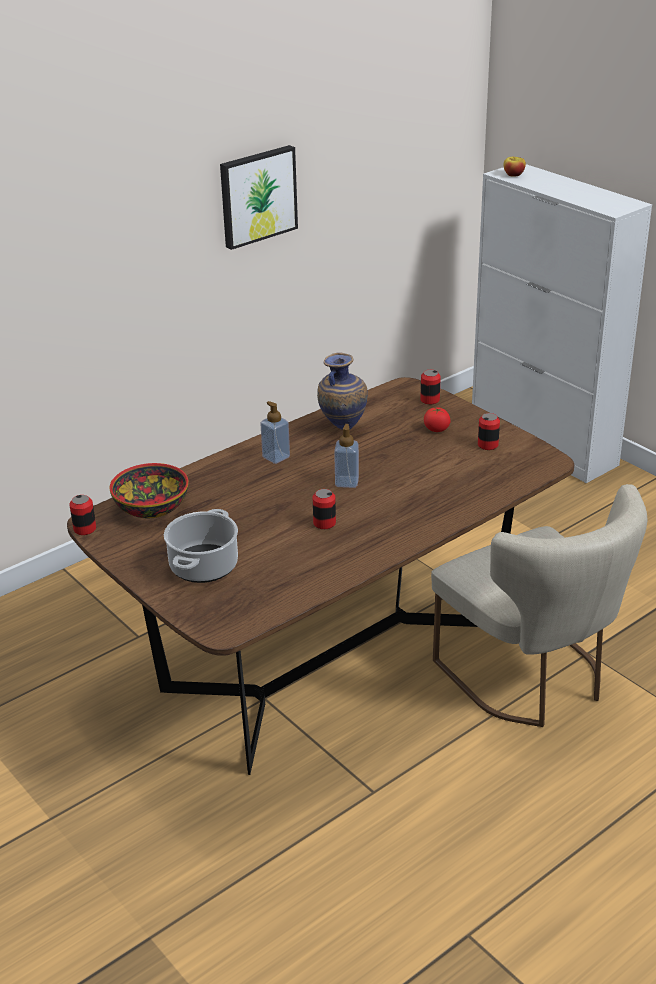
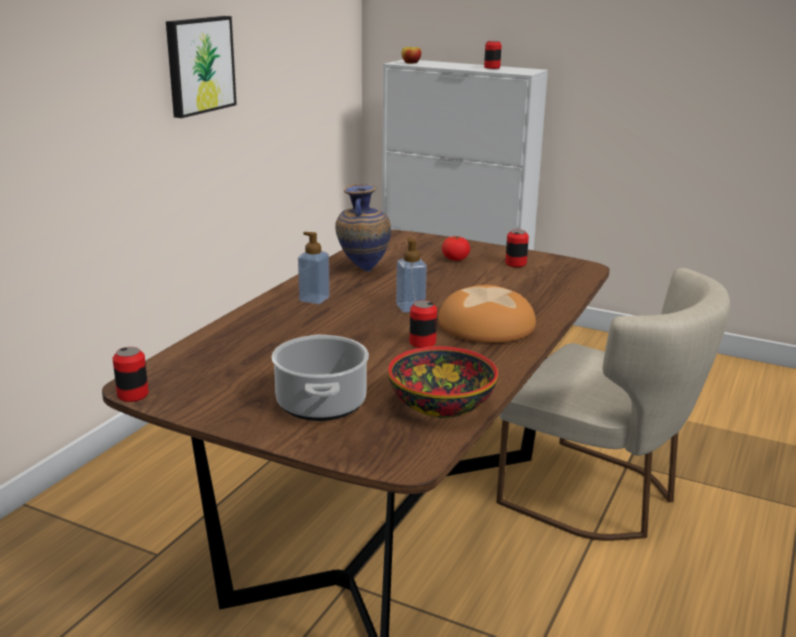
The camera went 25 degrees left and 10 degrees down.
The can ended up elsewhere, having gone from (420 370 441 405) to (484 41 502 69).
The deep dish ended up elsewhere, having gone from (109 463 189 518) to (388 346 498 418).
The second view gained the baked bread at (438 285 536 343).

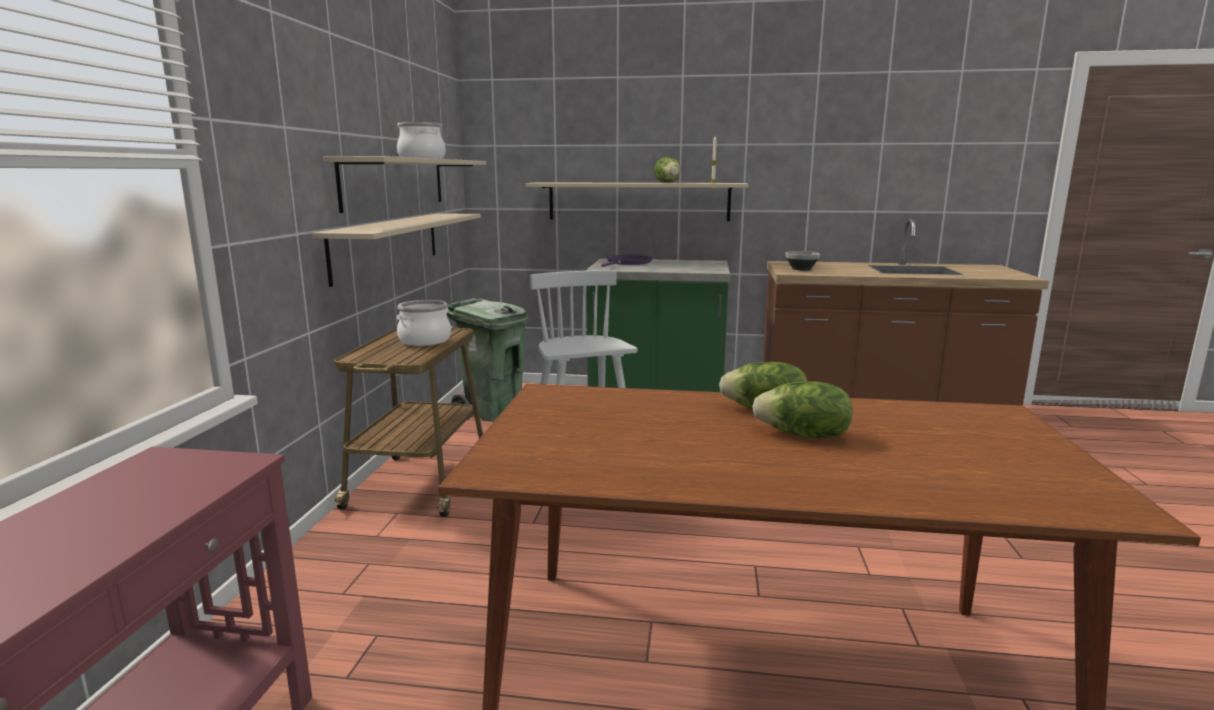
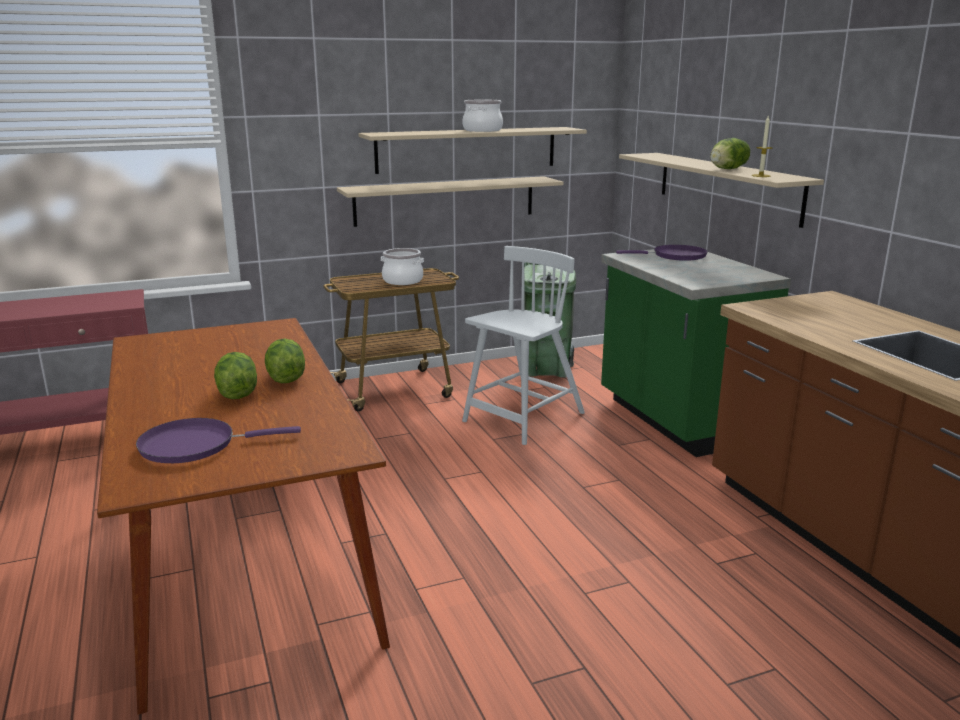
The camera went 60 degrees right and 5 degrees up.
The second view lost the deep dish at (786 251 820 270).
The second view gained the purple-coloured skillet at (136 418 301 463).

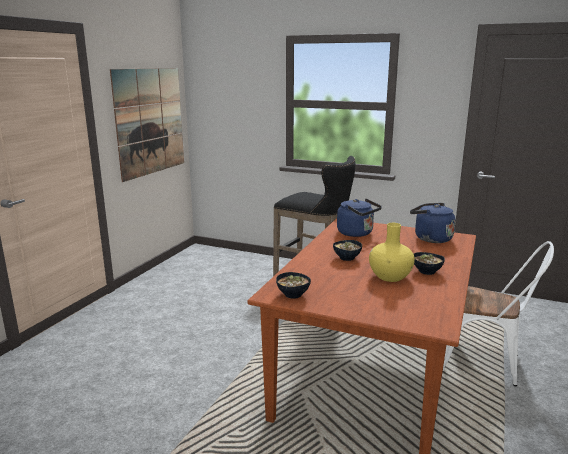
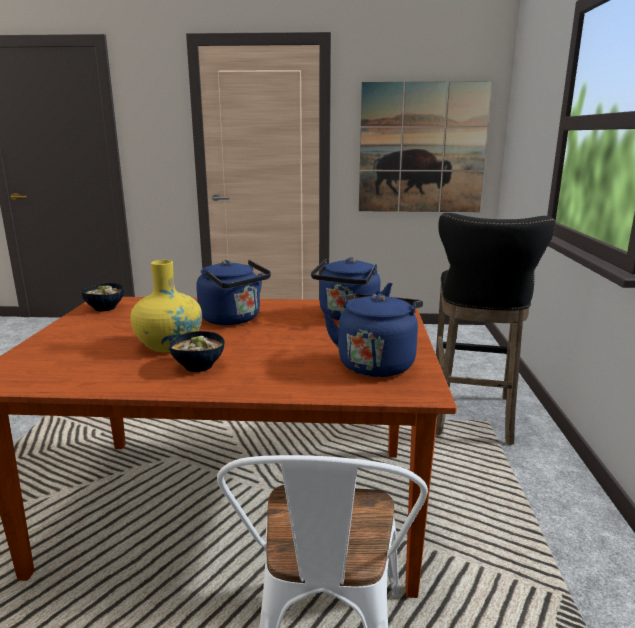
The camera went 70 degrees right and 0 degrees up.
Where the deep dish stood at (333 240 362 261), the blue tea kettle came to stand at (196 260 271 325).

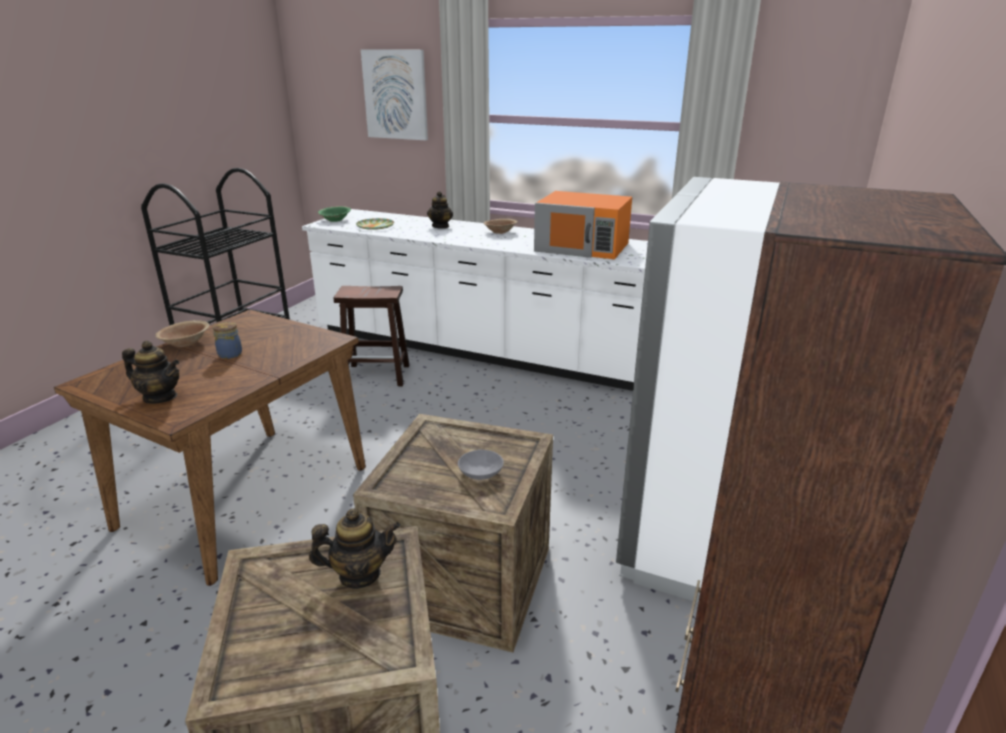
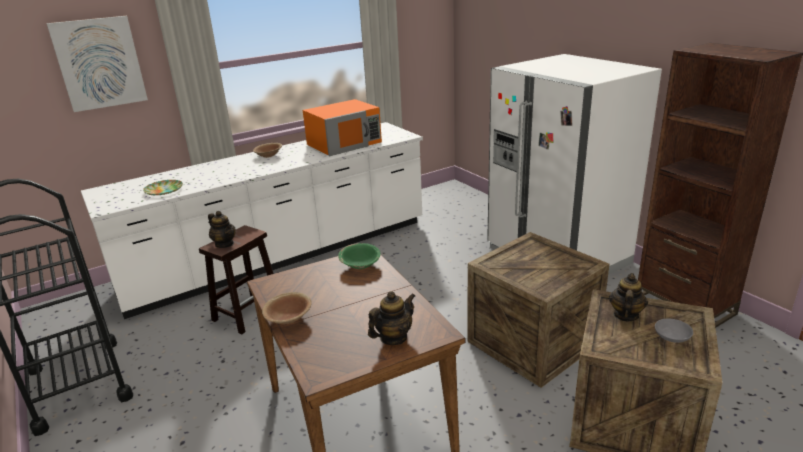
The camera went 55 degrees left and 0 degrees up.
The pot for tea ended up elsewhere, having gone from (427 191 453 229) to (208 211 235 248).
The green deep dish ended up elsewhere, having gone from (318 206 351 222) to (338 243 381 269).
The second view lost the preserve jar at (213 322 242 359).
The gray deep dish ended up elsewhere, having gone from (458 450 504 480) to (655 318 693 343).

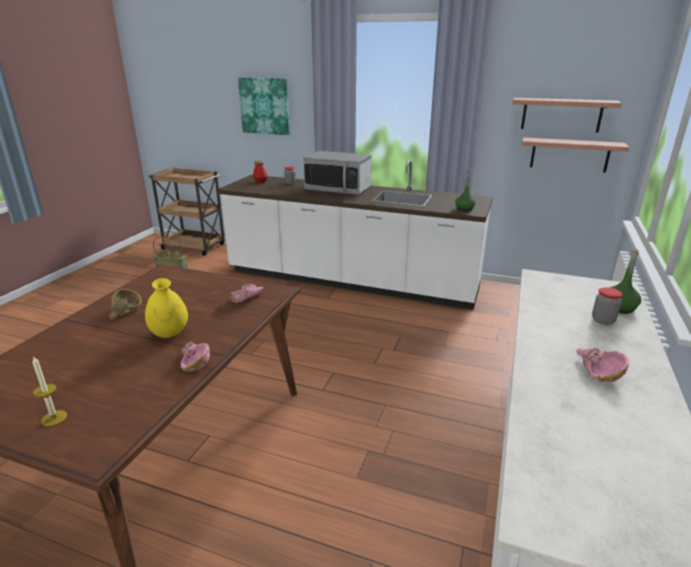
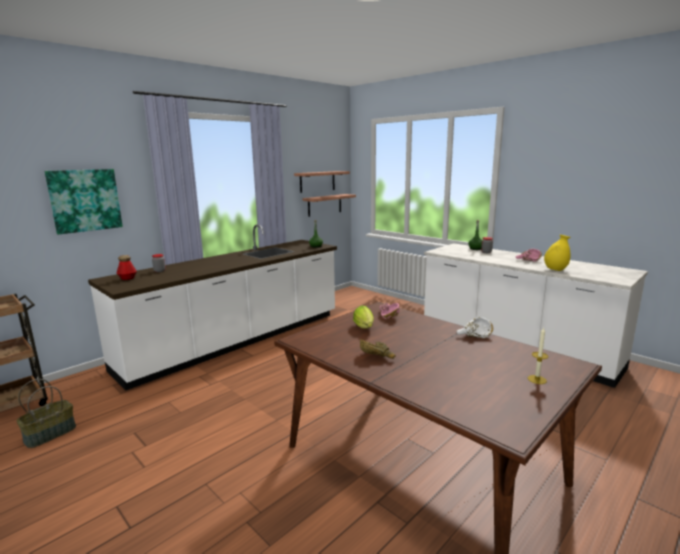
The camera went 65 degrees left and 10 degrees down.
The second view lost the kitchen microwave at (303 151 372 195).
The yellow-coloured flower vase ended up elsewhere, having gone from (145 278 188 338) to (544 235 570 271).
What was the pink-coloured deep dish at (181 342 210 372) turned into the whitish deep dish at (456 317 493 338).
The second view gained the lettuce head at (353 305 374 329).

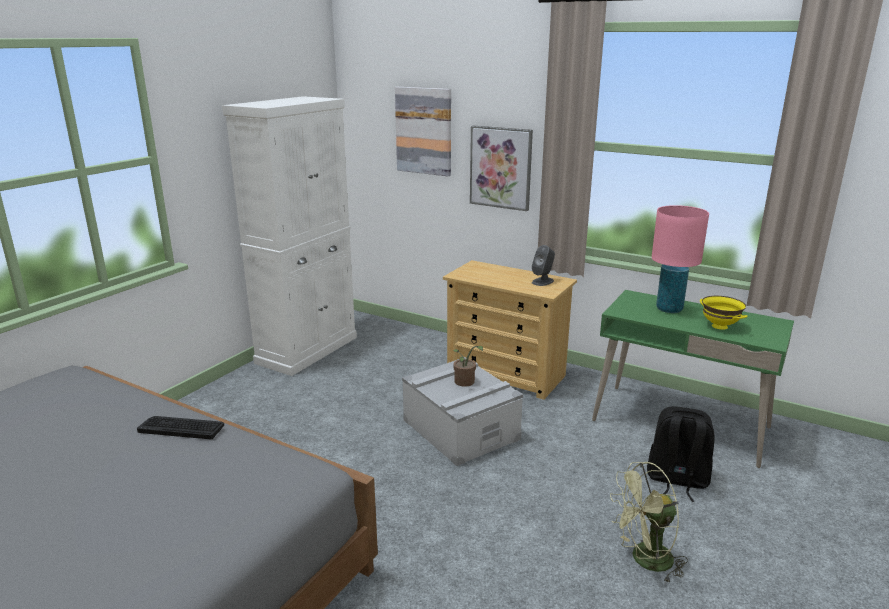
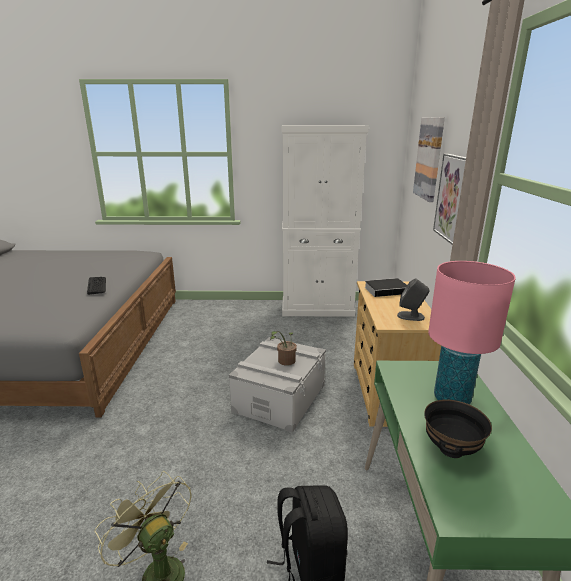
The camera went 60 degrees right and 0 degrees up.
What was the yellow-coloured deep dish at (700 296 748 330) turned into the blackish deep dish at (424 400 492 458).
The second view gained the book at (364 278 407 297).

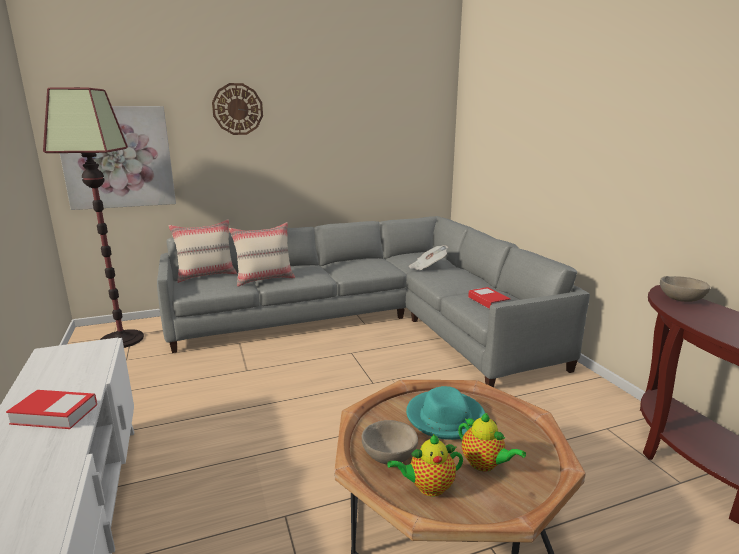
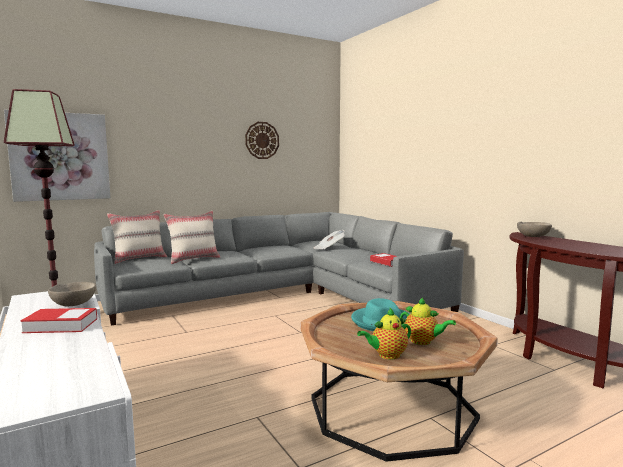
The camera went 10 degrees left and 10 degrees down.
The wall clock ended up elsewhere, having gone from (212 83 263 135) to (245 122 279 159).
The beige deep dish ended up elsewhere, having gone from (362 420 418 464) to (48 282 96 306).

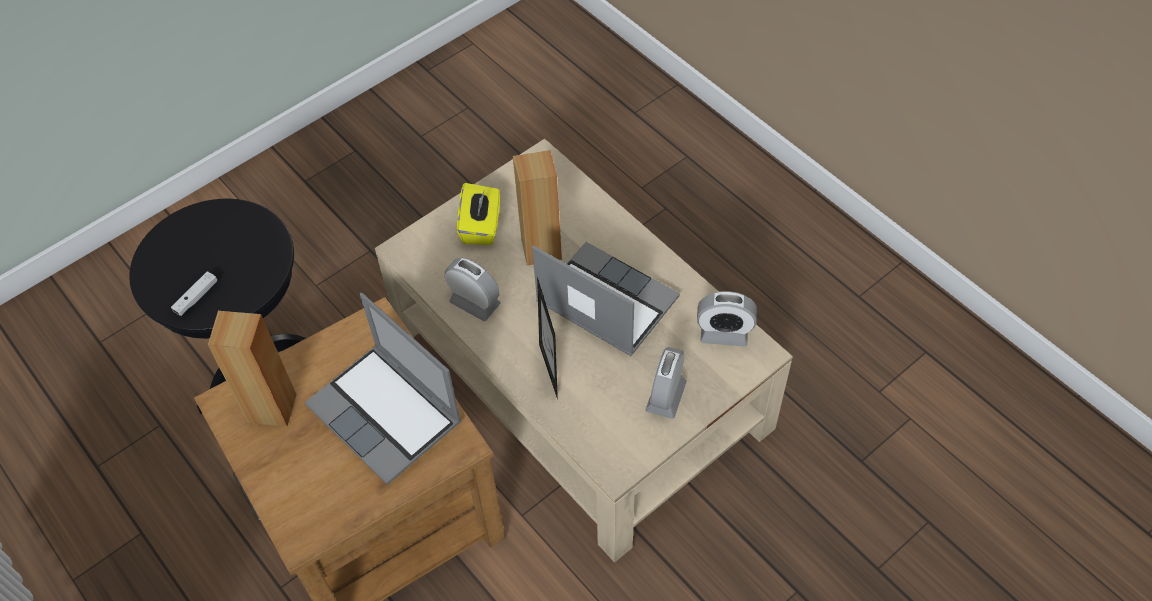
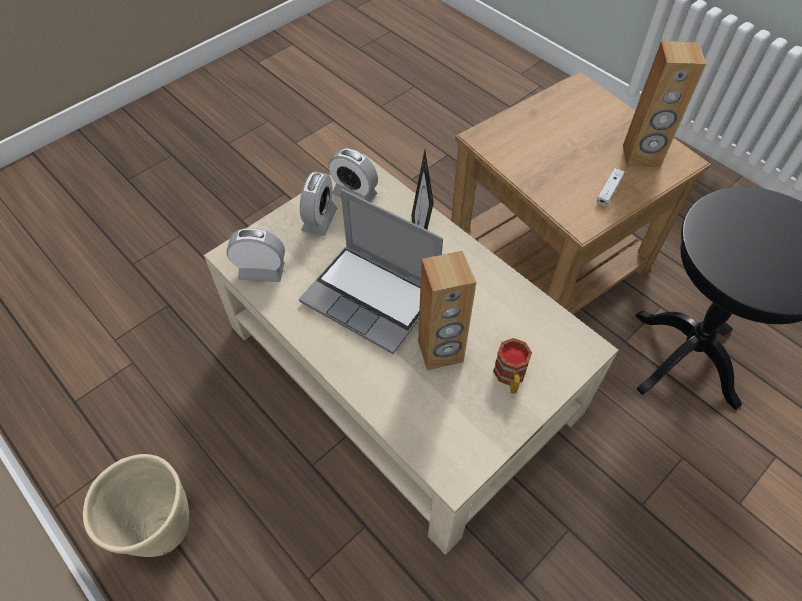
The camera went 175 degrees right and 0 degrees up.
Where the yellow-coloured box of tissues stood at (457 183 500 245), the tea mug came to stand at (493 338 532 394).
The bedside clock ended up elsewhere, having gone from (445 258 501 321) to (329 148 378 202).
The whitish gamepad ended up elsewhere, having gone from (171 272 218 316) to (597 168 625 206).
The second view lost the laptop at (304 293 461 485).
The second view gained the beige planter at (83 454 189 557).

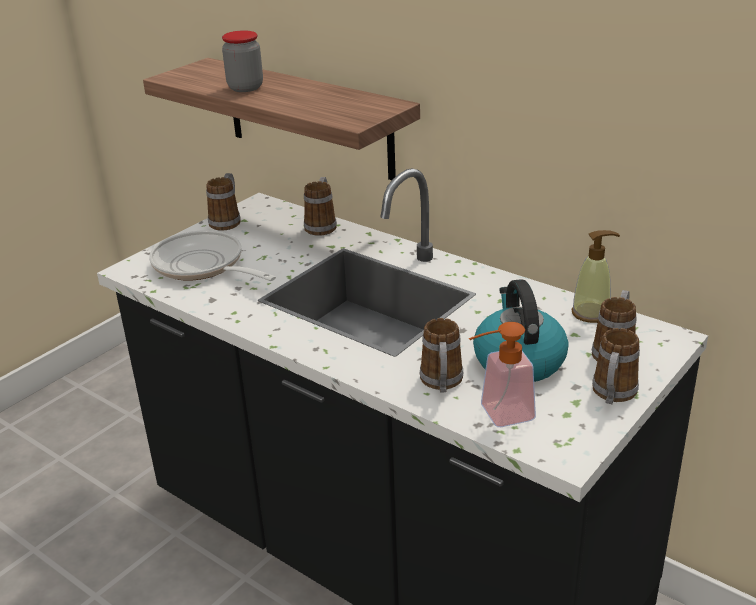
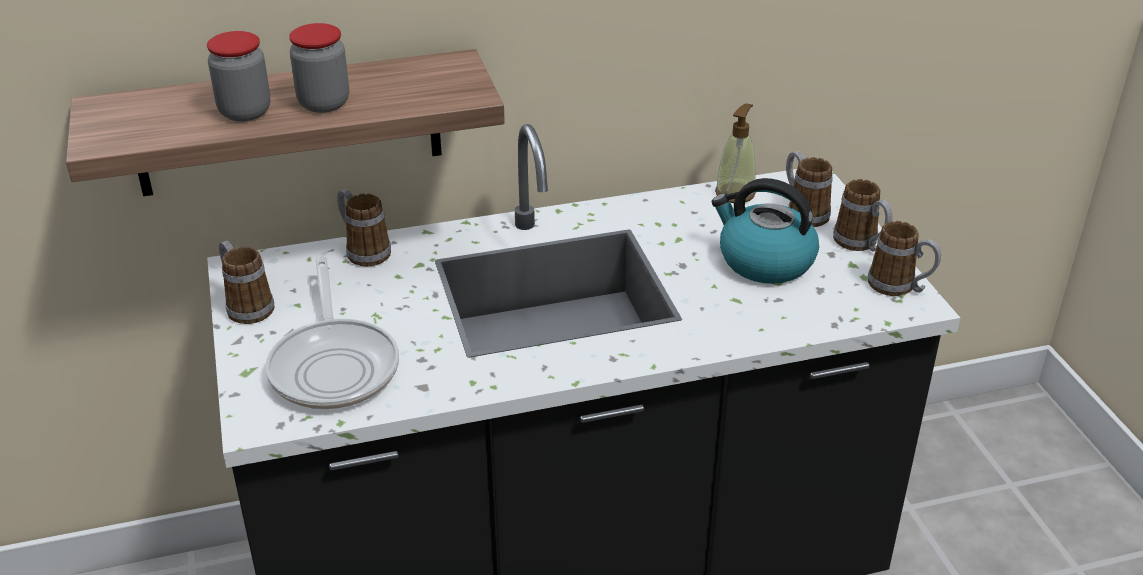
The camera went 55 degrees left and 5 degrees up.
The skillet at (149 230 276 281) ended up facing another way, 90 degrees counterclockwise from before.
The tea mug ended up elsewhere, having gone from (420 318 463 392) to (868 221 941 296).
The second view lost the soap dispenser at (469 322 536 427).
The second view gained the preserve jar at (289 23 349 113).

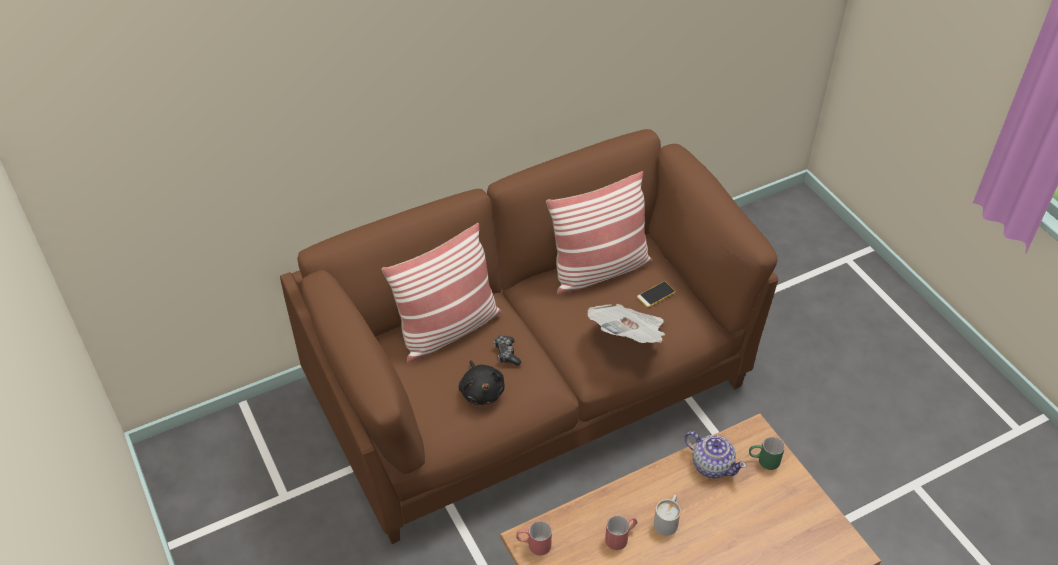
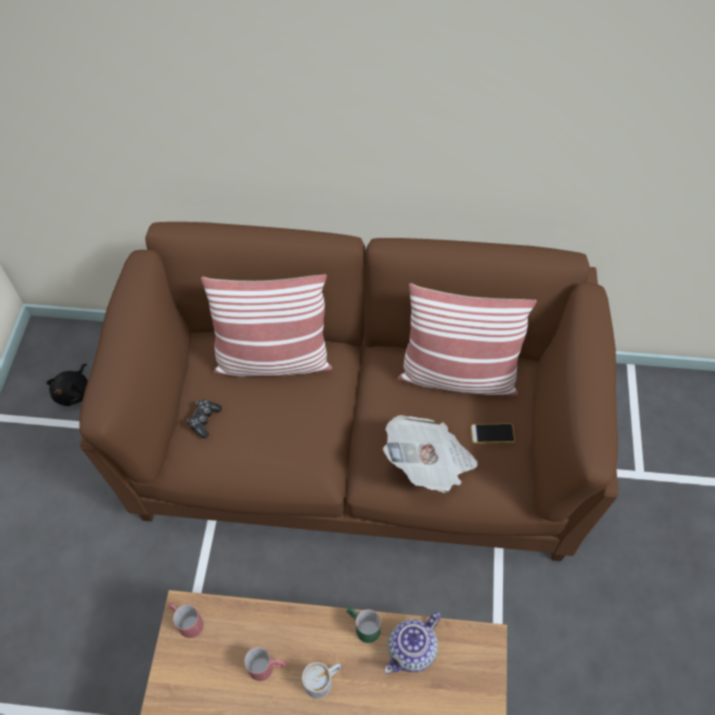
The camera went 35 degrees right and 10 degrees up.
The gamepad ended up elsewhere, having gone from (494 335 521 366) to (187 399 222 438).
The blackish cuddly toy ended up elsewhere, having gone from (459 360 505 405) to (46 364 88 406).
The pot for tea at (684 431 747 478) ended up facing another way, 60 degrees clockwise from before.
The green tea mug ended up elsewhere, having gone from (749 437 785 470) to (347 607 381 643).

